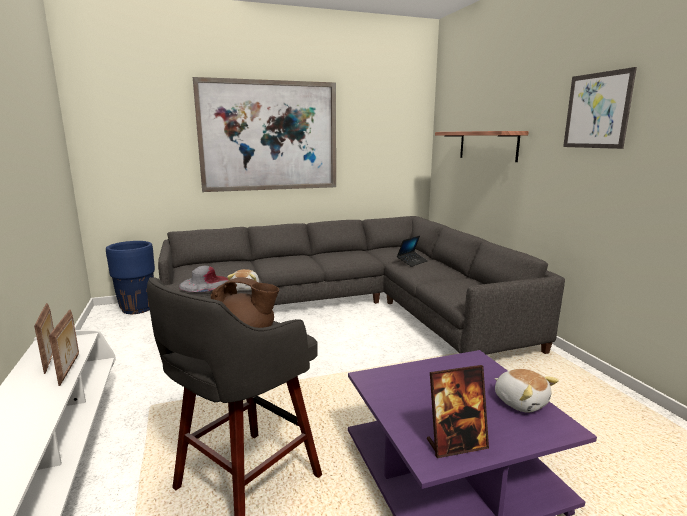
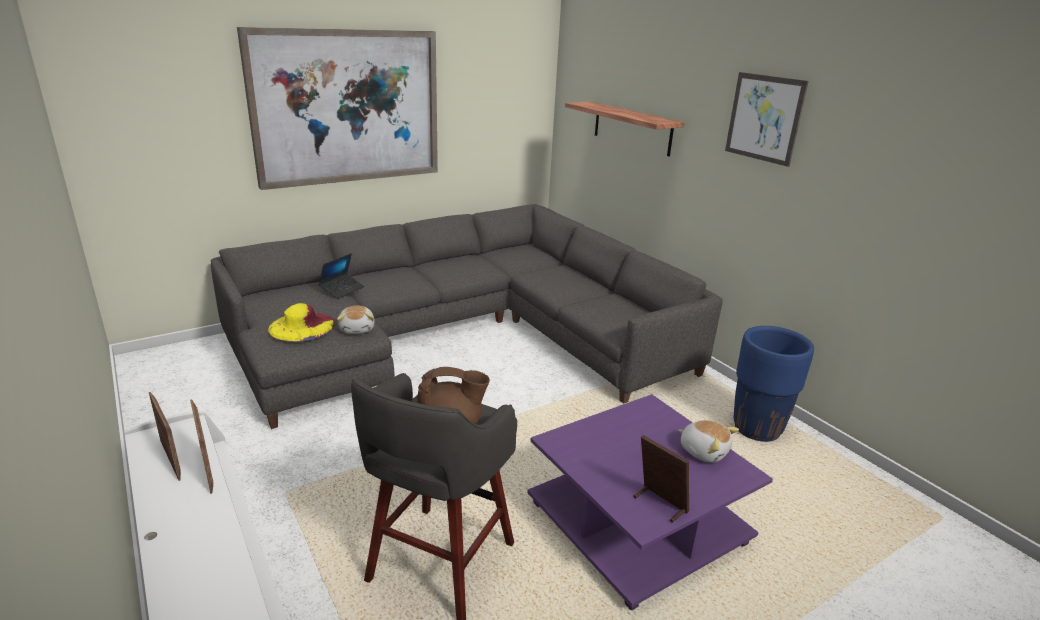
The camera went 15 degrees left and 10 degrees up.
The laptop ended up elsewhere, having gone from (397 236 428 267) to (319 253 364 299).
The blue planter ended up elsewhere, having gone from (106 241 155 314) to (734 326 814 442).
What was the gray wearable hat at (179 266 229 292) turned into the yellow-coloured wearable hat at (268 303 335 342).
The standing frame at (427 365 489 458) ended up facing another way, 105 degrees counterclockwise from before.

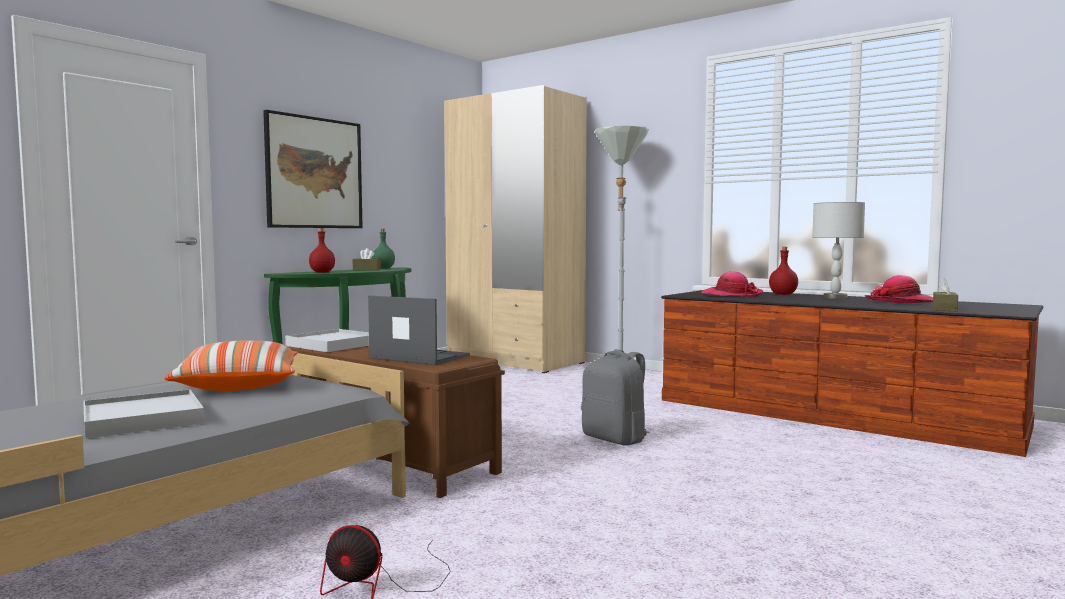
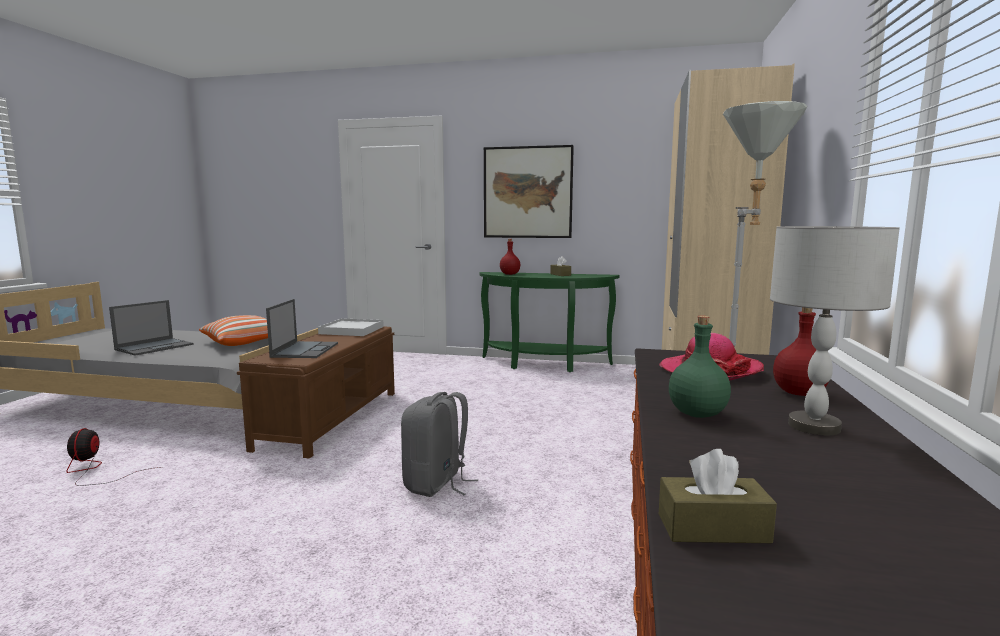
The camera went 65 degrees right and 5 degrees up.
The green beverage bottle ended up elsewhere, having gone from (372 229 395 269) to (669 316 731 418).
The second view lost the wearable hat at (865 275 933 304).
Where the whitish carrying tray stood at (83 390 204 439), the laptop came to stand at (109 300 193 356).

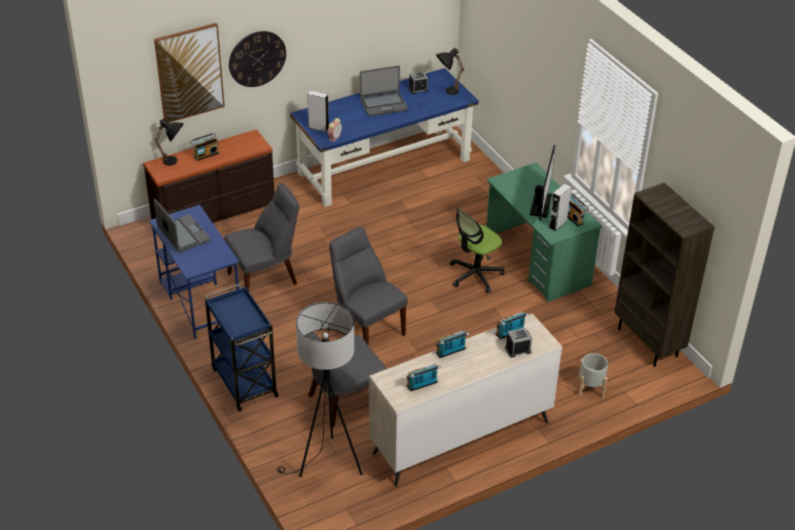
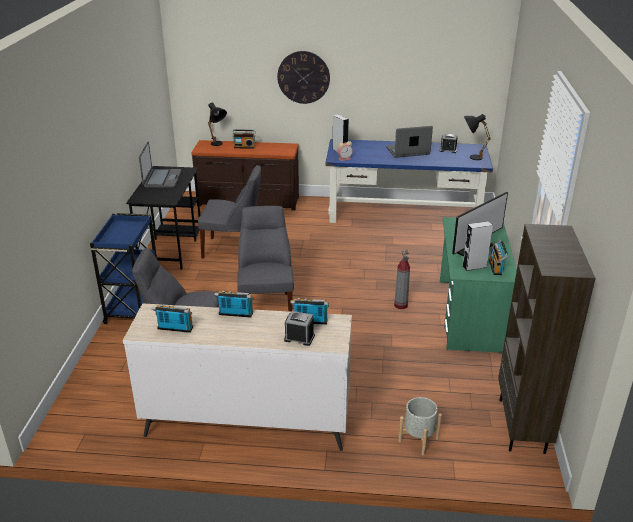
The camera went 35 degrees right and 10 degrees down.
The second view lost the wall art at (154 23 225 123).
The laptop at (360 66 408 116) ended up facing another way, 150 degrees clockwise from before.
What was the blue desk table at (149 205 239 339) turned into the blackish desk table at (126 166 200 270).
Where the computer chair stood at (450 207 505 293), the fire-fighting cylinder came to stand at (394 250 410 309).
The second view lost the blackish floor lamp at (277 302 363 477).

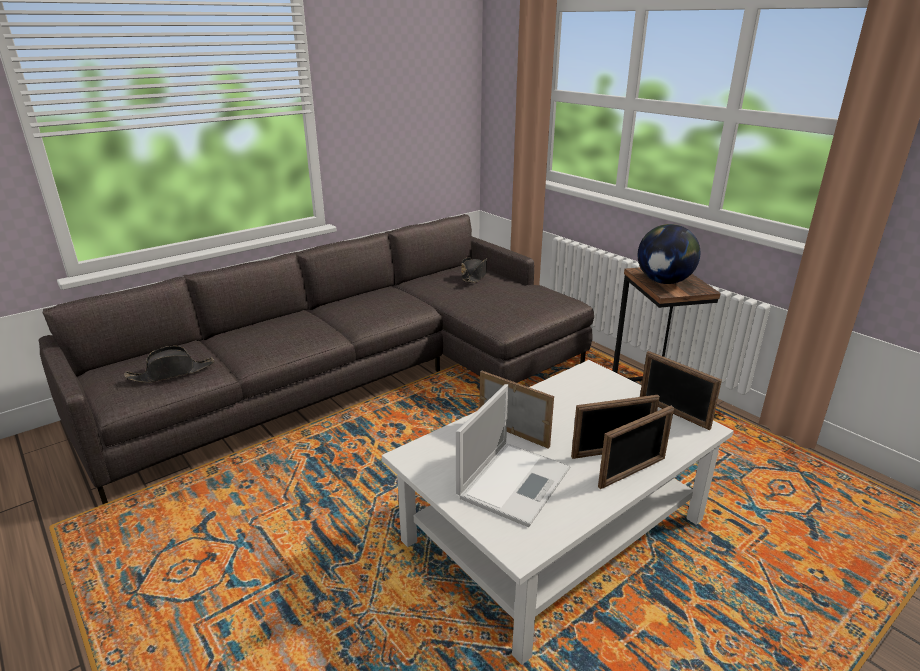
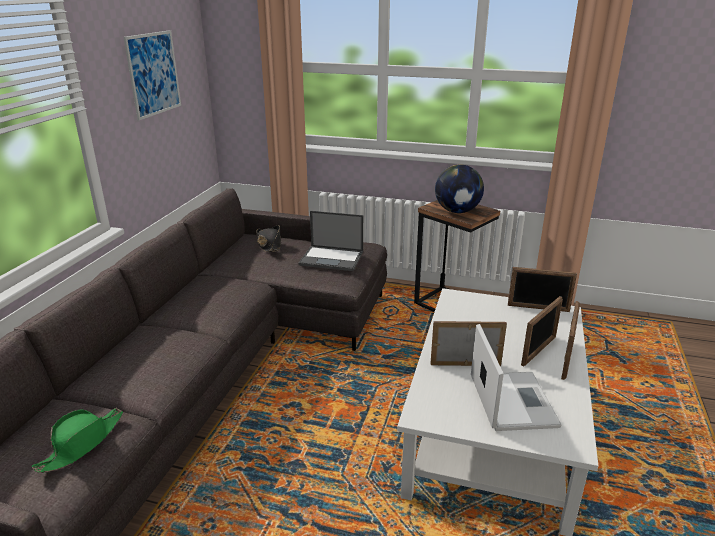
The camera went 35 degrees left and 0 degrees up.
What was the blackish wearable hat at (124 346 214 383) turned into the green wearable hat at (32 408 123 473).
The second view gained the wall art at (123 30 181 120).
The second view gained the laptop at (298 211 363 271).

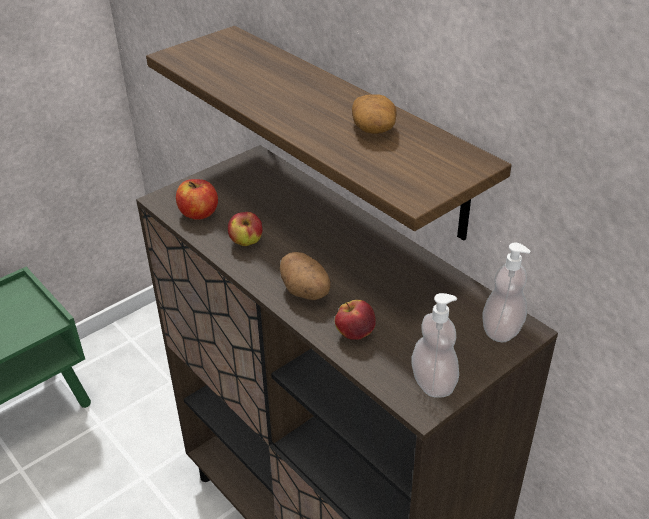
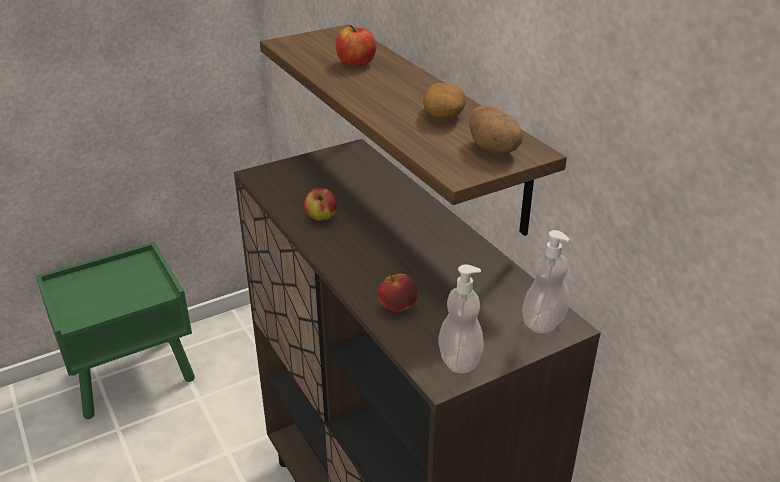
The camera went 10 degrees right and 5 degrees down.
The whole apple ended up elsewhere, having gone from (176 179 218 220) to (336 25 376 66).
The potato ended up elsewhere, having gone from (280 252 331 300) to (469 105 523 154).

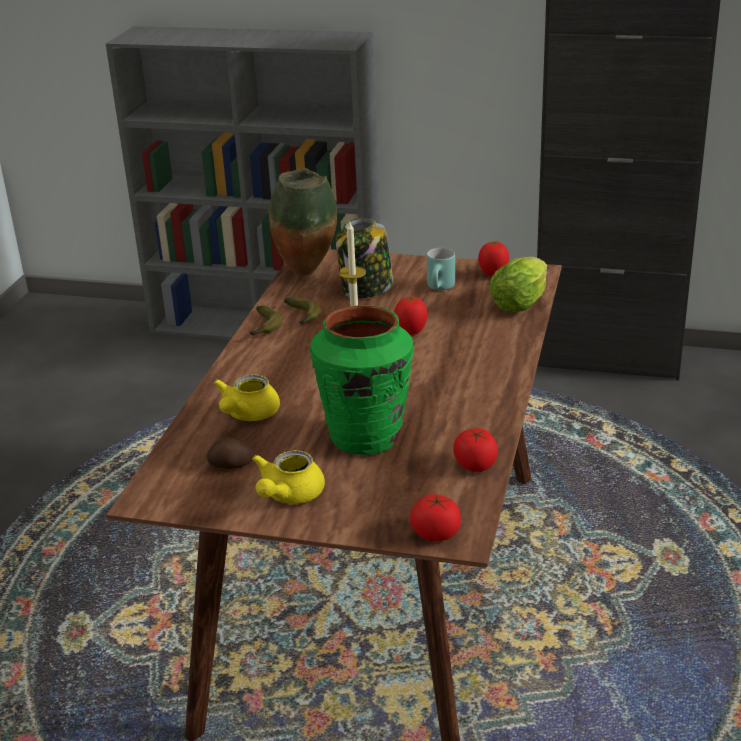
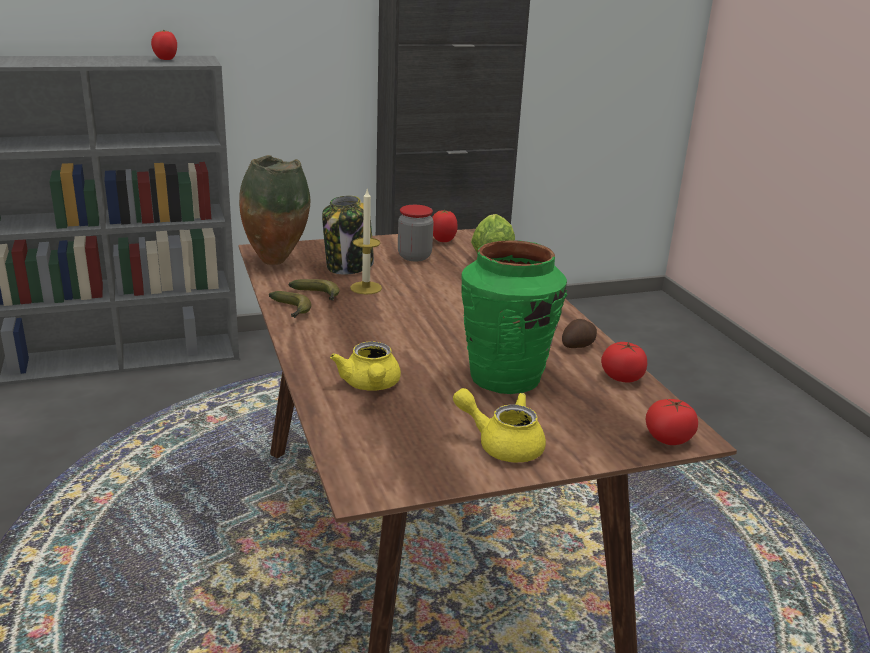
The camera went 35 degrees left and 5 degrees down.
Where the turquoise-coloured tea mug stood at (427 248 455 290), the preserve jar came to stand at (398 205 434 261).
The whole tomato ended up elsewhere, having gone from (394 296 428 335) to (151 30 177 60).
The potato ended up elsewhere, having gone from (207 437 255 469) to (562 319 597 348).
The yellow-coloured pot for tea at (252 450 325 504) ended up facing another way, 120 degrees clockwise from before.

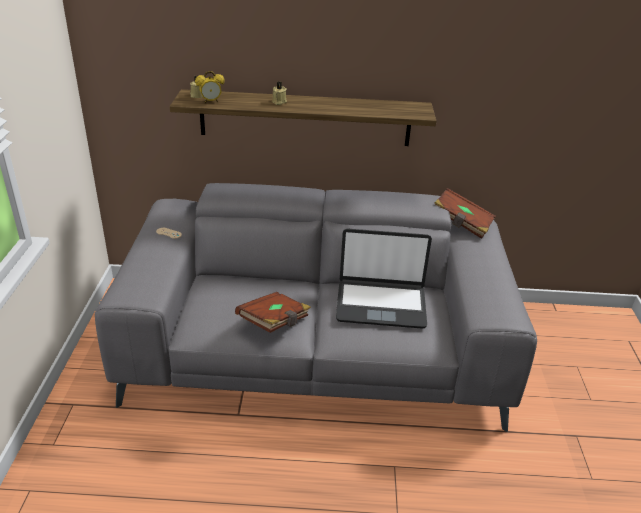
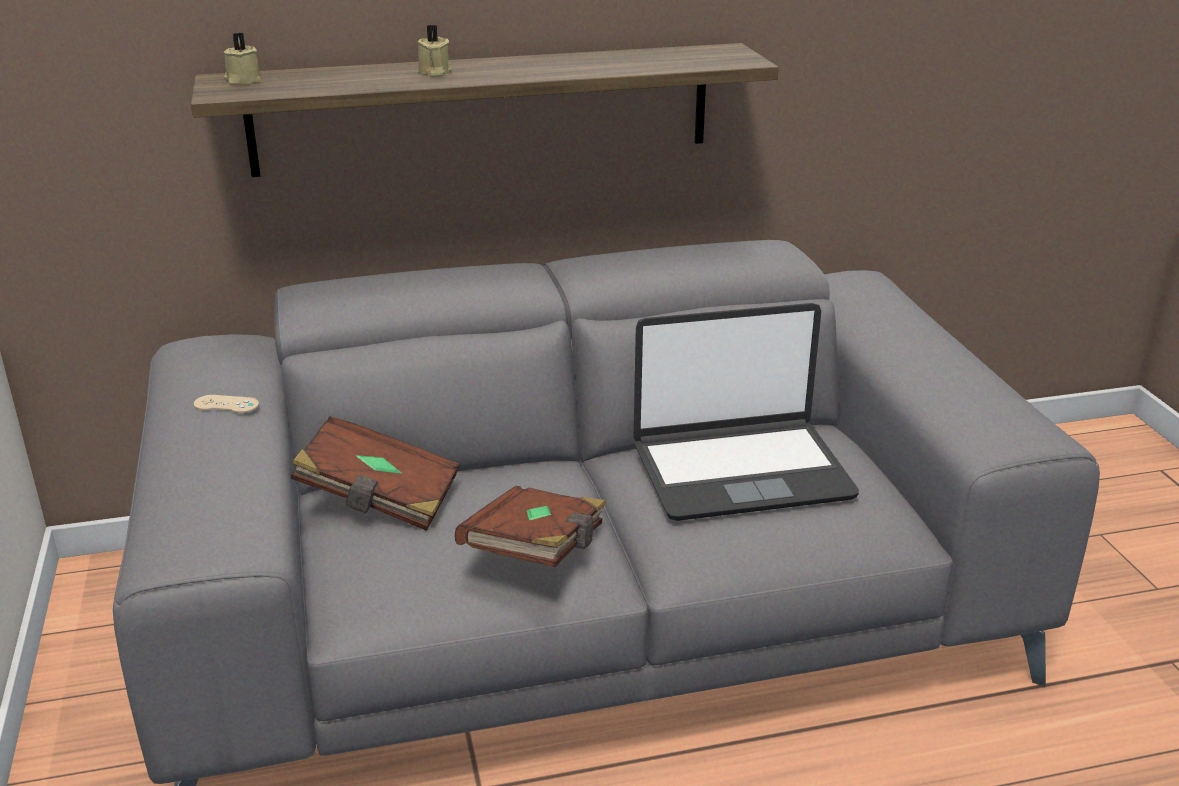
The camera went 15 degrees left and 5 degrees down.
The second view lost the bedside clock at (195 71 225 103).
The brownish book ended up elsewhere, having gone from (435 188 496 239) to (291 416 459 531).

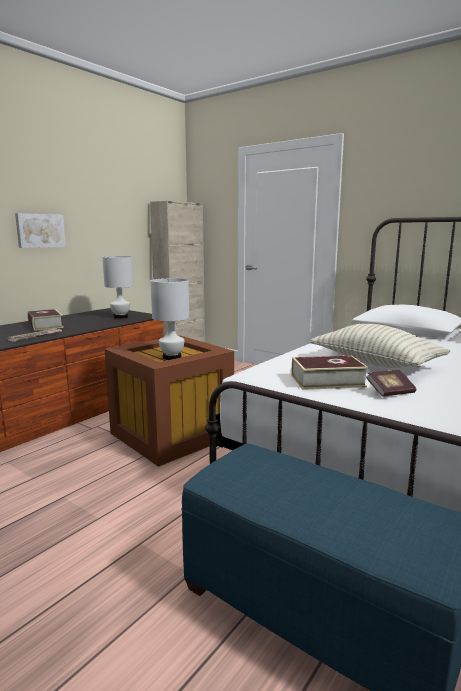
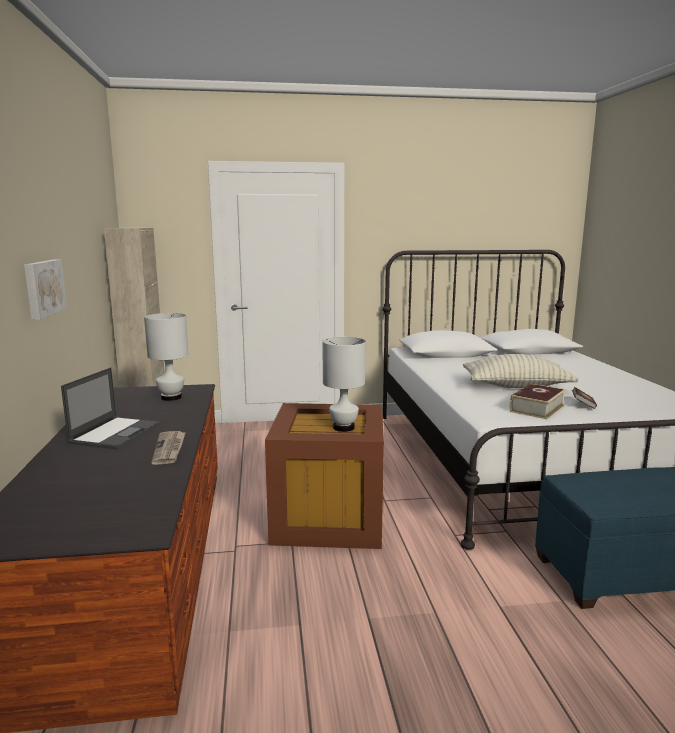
The camera went 45 degrees left and 0 degrees up.
Where the book stood at (28 309 64 331), the laptop came to stand at (61 367 161 450).

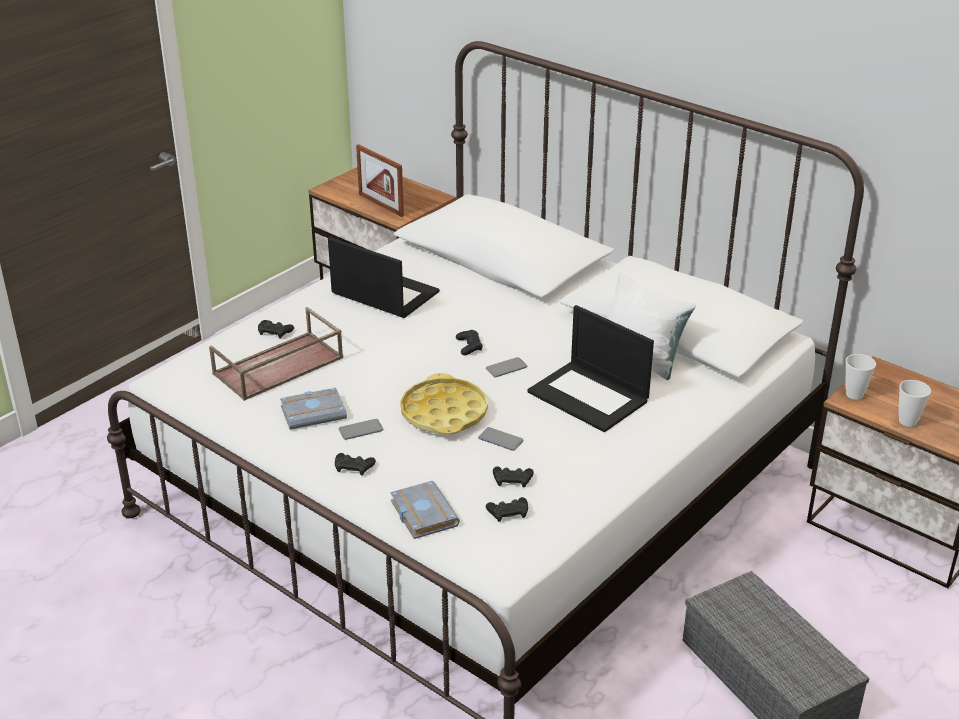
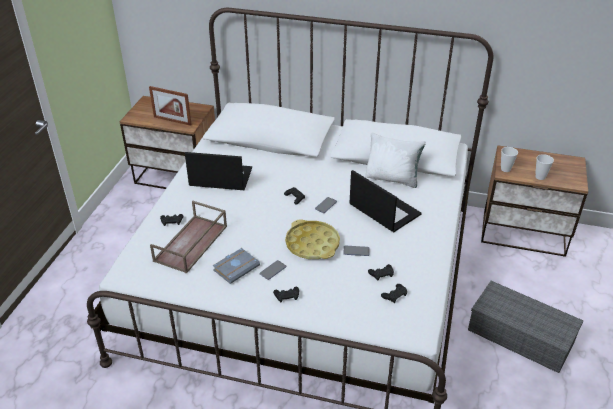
The camera went 25 degrees left and 5 degrees up.
The laptop at (527 305 654 432) ended up facing another way, 150 degrees counterclockwise from before.
The second view lost the gray book at (390 481 460 539).

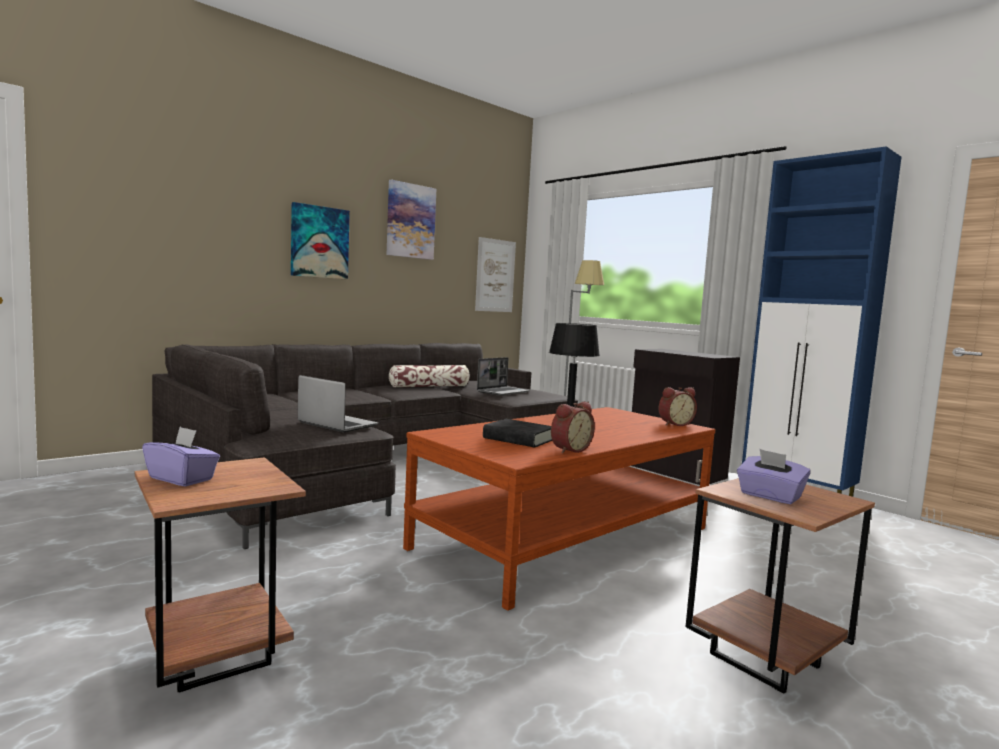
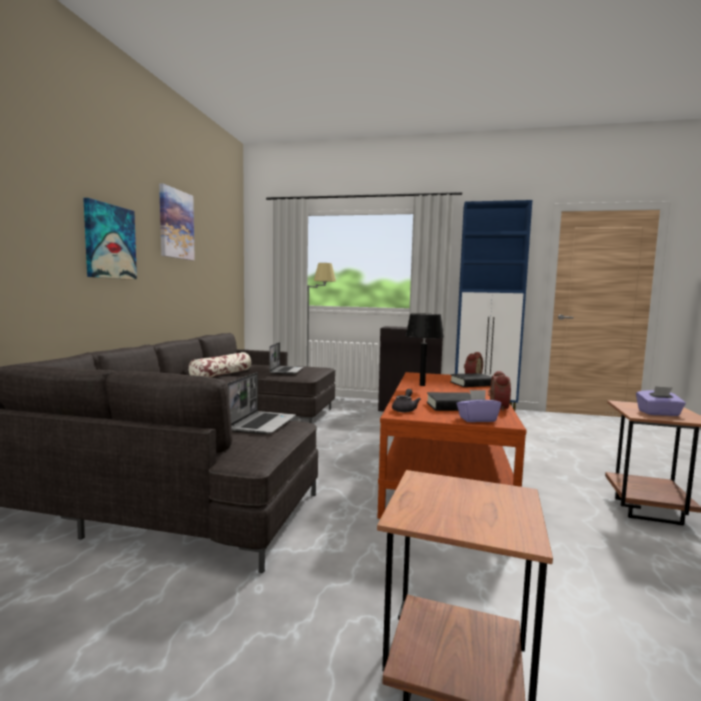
The camera went 35 degrees left and 0 degrees up.
The second view lost the wall art at (475 237 516 312).
The laptop at (298 375 378 432) ended up facing another way, 105 degrees clockwise from before.
The purple-coloured box of tissues ended up elsewhere, having gone from (142 427 220 487) to (457 390 501 422).
The second view gained the blackish book at (450 373 492 387).
The second view gained the gray pot for tea at (392 389 421 412).

